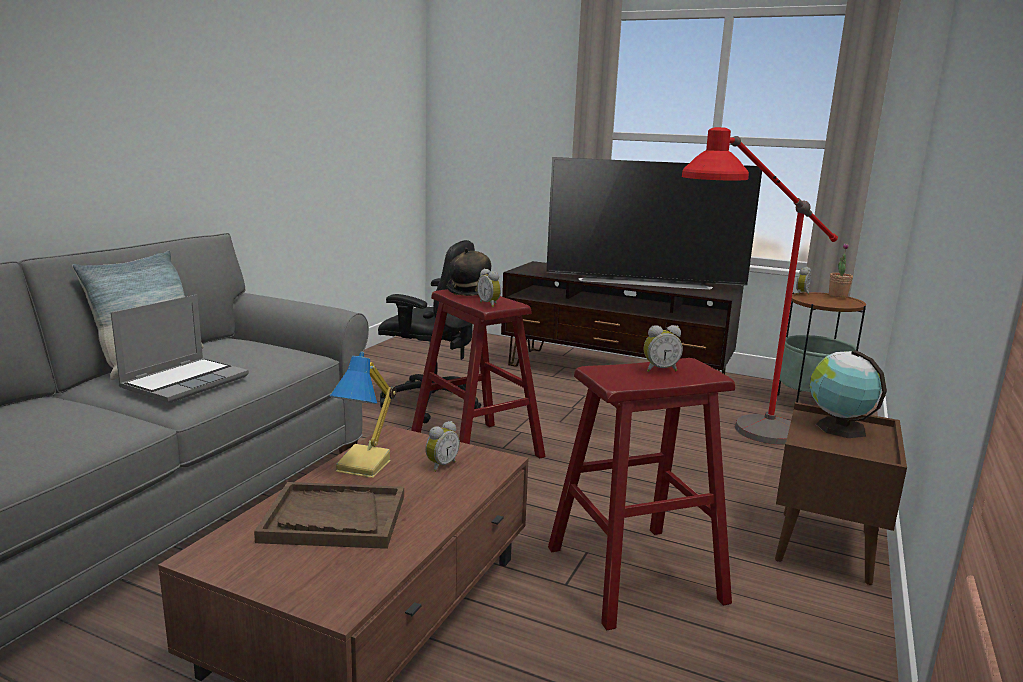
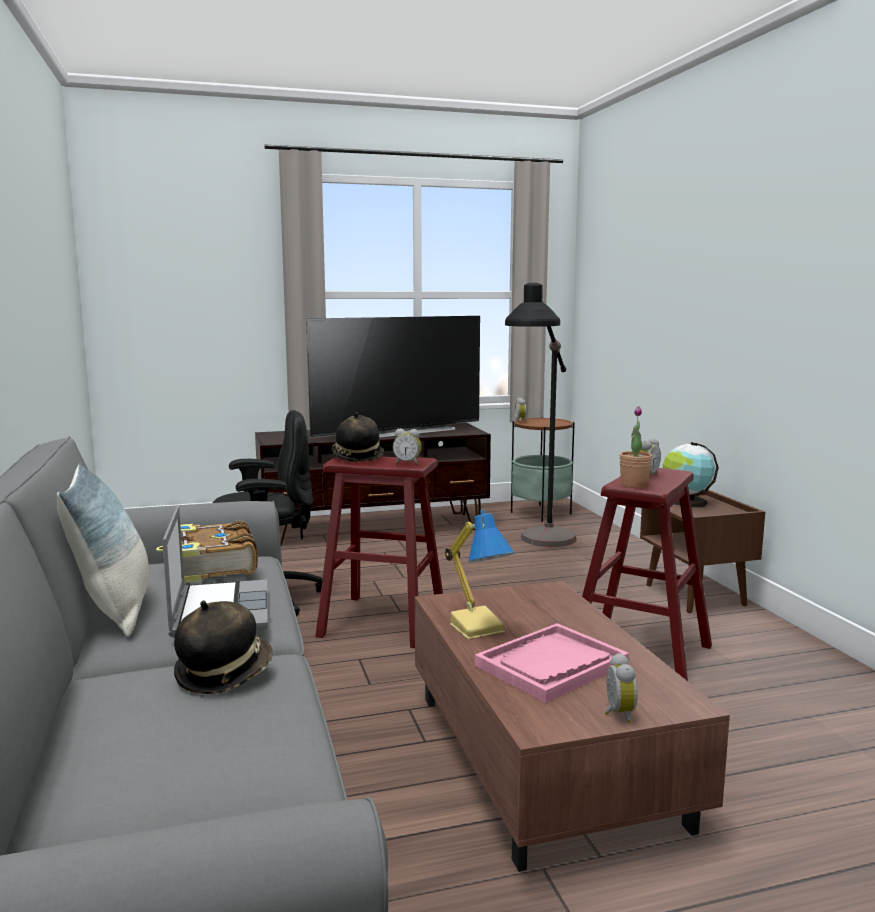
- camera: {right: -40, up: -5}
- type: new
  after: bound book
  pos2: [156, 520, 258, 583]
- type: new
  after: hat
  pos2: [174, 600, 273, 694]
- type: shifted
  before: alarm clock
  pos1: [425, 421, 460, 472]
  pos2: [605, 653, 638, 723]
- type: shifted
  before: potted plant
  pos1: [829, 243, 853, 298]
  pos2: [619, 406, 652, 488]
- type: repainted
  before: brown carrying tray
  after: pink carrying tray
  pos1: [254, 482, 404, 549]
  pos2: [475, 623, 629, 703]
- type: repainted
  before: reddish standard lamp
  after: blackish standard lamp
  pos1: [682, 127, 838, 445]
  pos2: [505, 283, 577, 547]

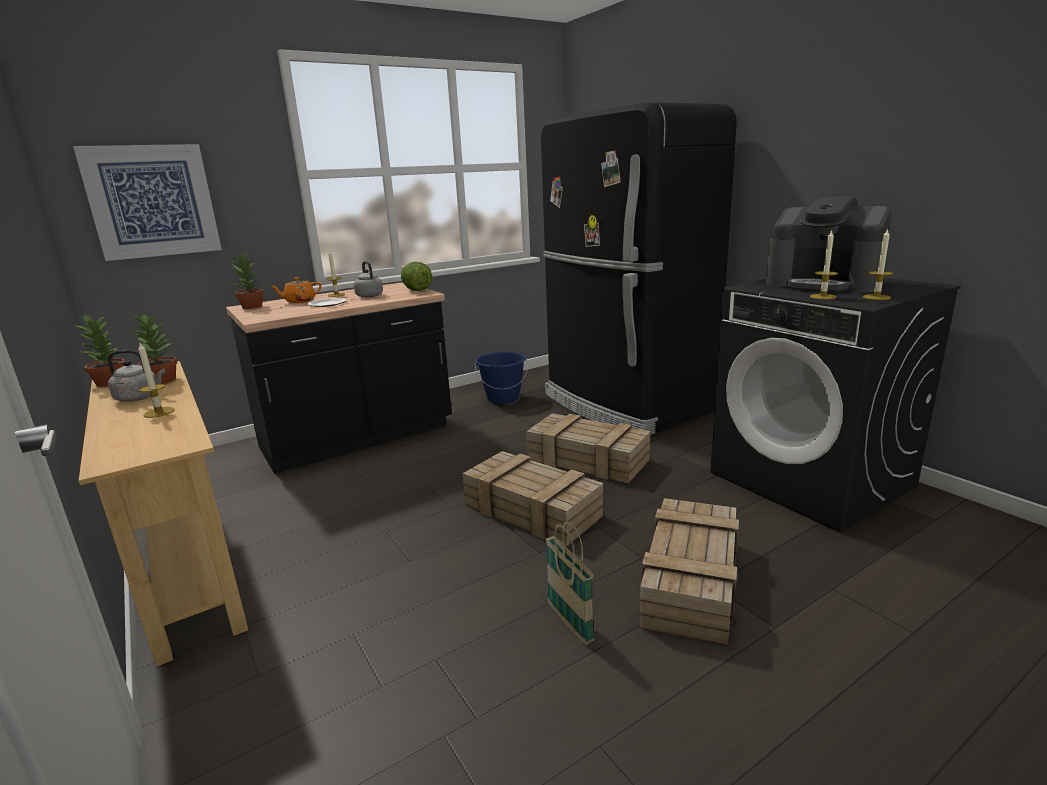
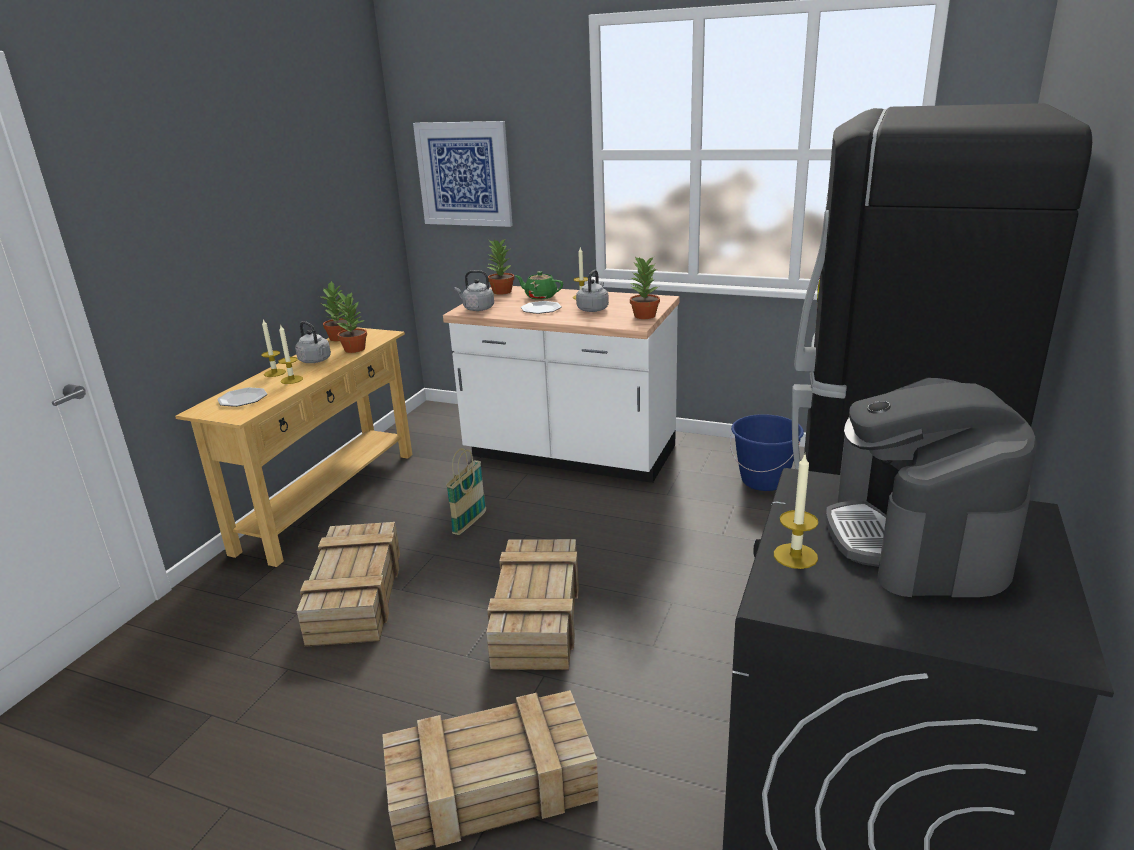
- camera: {right: 55, up: 5}
- type: new
  after: plate
  pos2: [217, 387, 267, 407]
- type: new
  after: greyish tea kettle
  pos2: [455, 270, 494, 311]
- type: shifted
  before: packing crate
  pos1: [526, 413, 650, 483]
  pos2: [297, 522, 400, 647]
- type: shifted
  before: basket
  pos1: [546, 521, 594, 644]
  pos2: [446, 448, 486, 535]
- type: shifted
  before: candle
  pos1: [863, 228, 893, 300]
  pos2: [261, 319, 286, 377]
- type: swapped
  before: lettuce head
  after: potted plant
  pos1: [401, 262, 432, 291]
  pos2: [630, 257, 660, 319]
- type: repainted
  before: blackish counter
  after: white counter
  pos1: [226, 282, 452, 474]
  pos2: [443, 286, 679, 483]
- type: repainted
  before: orange teapot
  after: greenish teapot
  pos1: [271, 277, 322, 303]
  pos2: [515, 271, 563, 299]

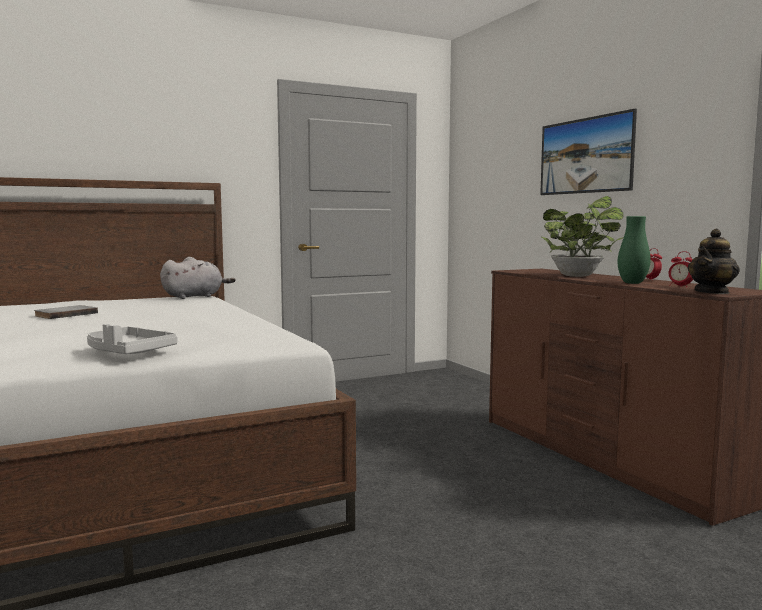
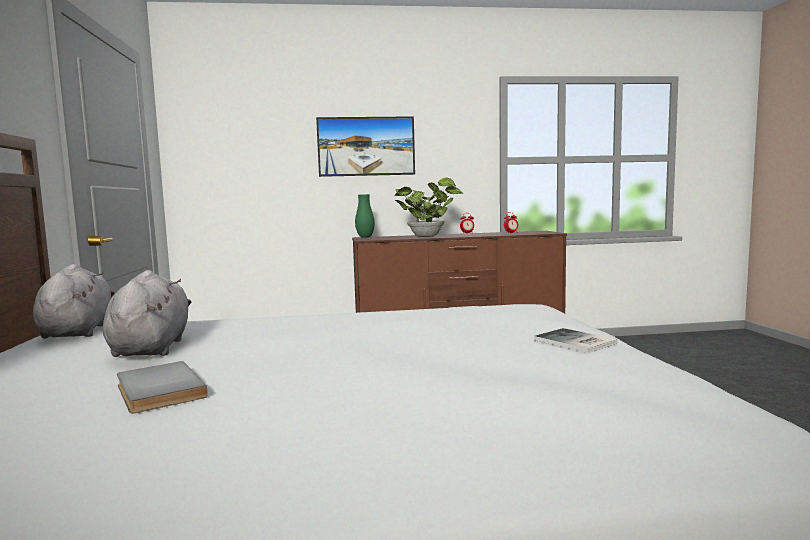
- camera: {right: -70, up: 0}
- type: gone
  before: teapot
  pos1: [688, 229, 740, 294]
- type: new
  after: greyish soft toy
  pos2: [103, 270, 191, 357]
- type: shifted
  before: greenish flower vase
  pos1: [618, 216, 651, 284]
  pos2: [355, 194, 375, 238]
- type: swapped
  before: greyish carrying tray
  after: bound book
  pos1: [87, 324, 178, 354]
  pos2: [534, 328, 617, 353]

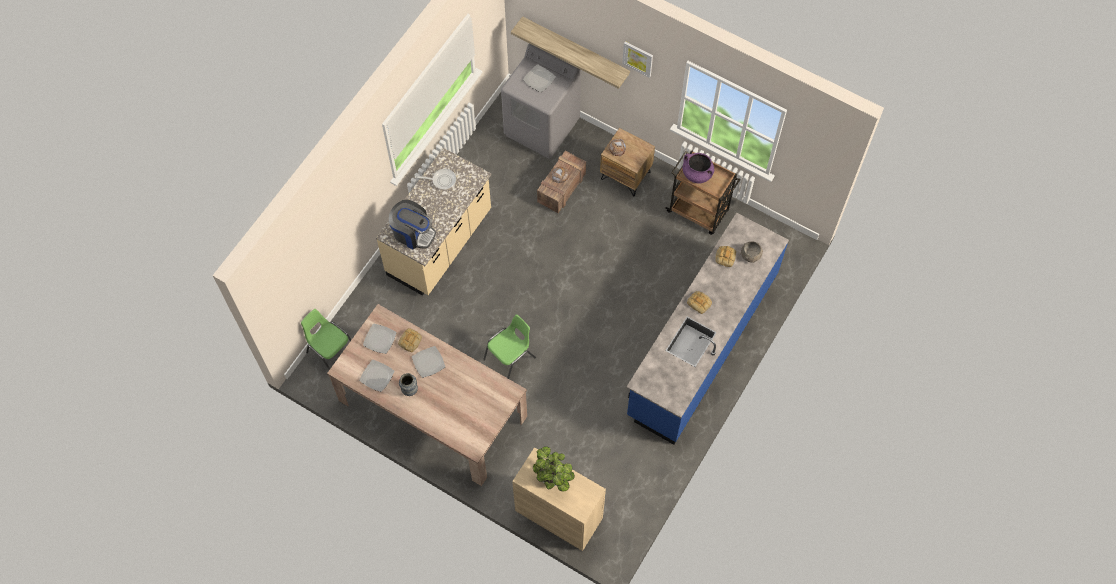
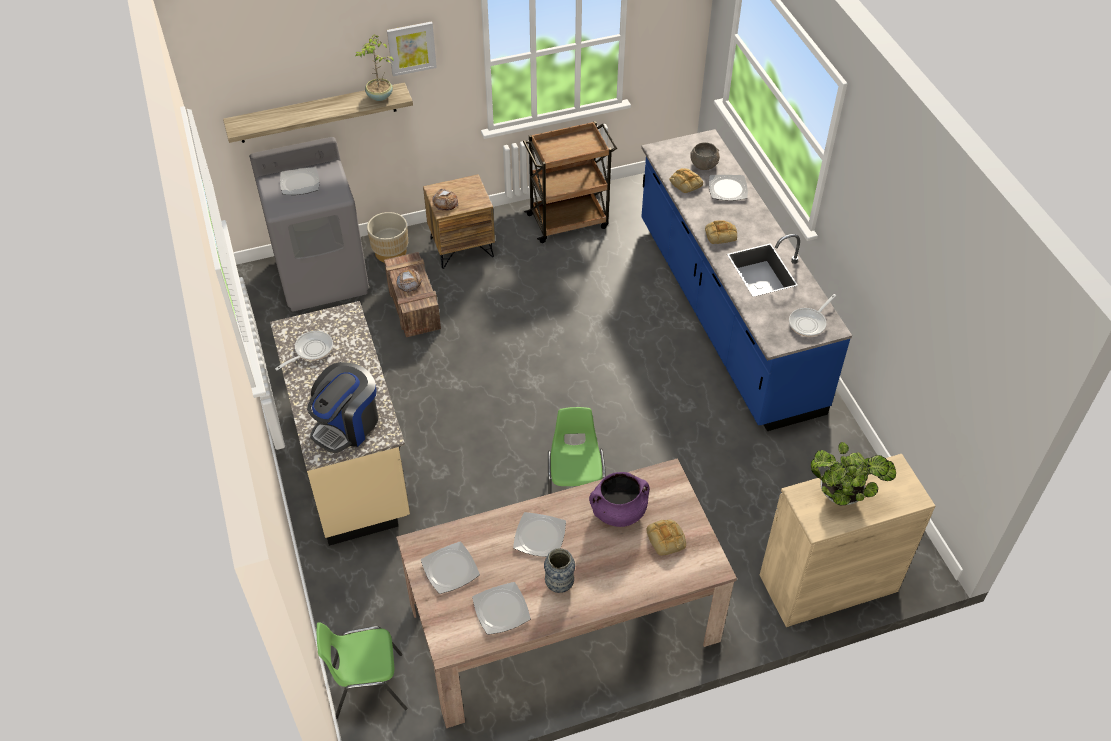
- camera: {right: -50, up: -15}
- type: new
  after: potted plant
  pos2: [355, 34, 394, 101]
- type: new
  after: beige planter
  pos2: [367, 212, 408, 262]
- type: new
  after: plate
  pos2: [709, 175, 748, 201]
- type: new
  after: pan
  pos2: [789, 294, 836, 337]
- type: shifted
  before: baked bread
  pos1: [398, 328, 422, 352]
  pos2: [646, 519, 686, 555]
- type: shifted
  before: purple-coloured stockpot
  pos1: [683, 153, 714, 183]
  pos2: [589, 472, 649, 527]
- type: rotated
  before: coffee maker
  pos1: [389, 199, 436, 250]
  pos2: [307, 362, 378, 453]
  turn: 150

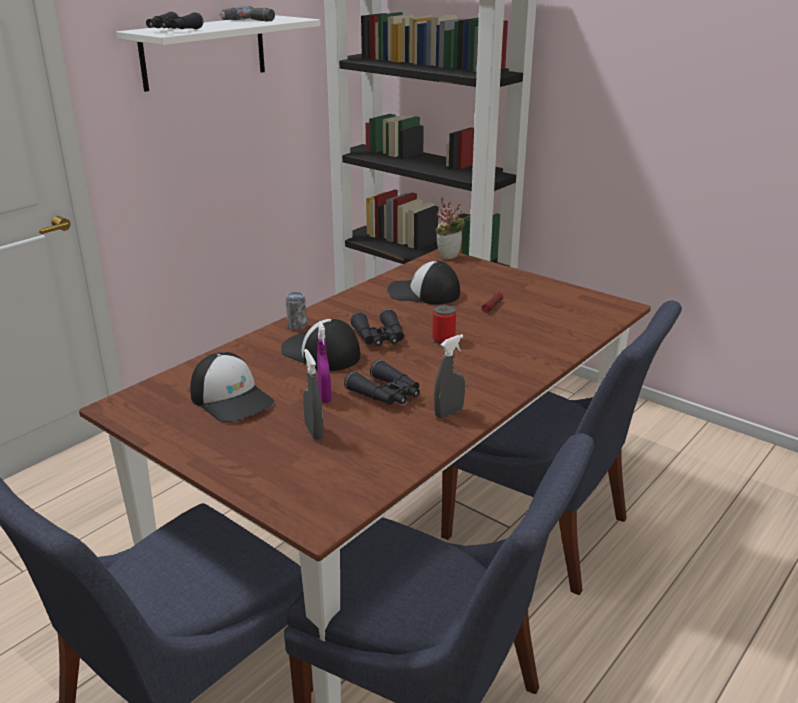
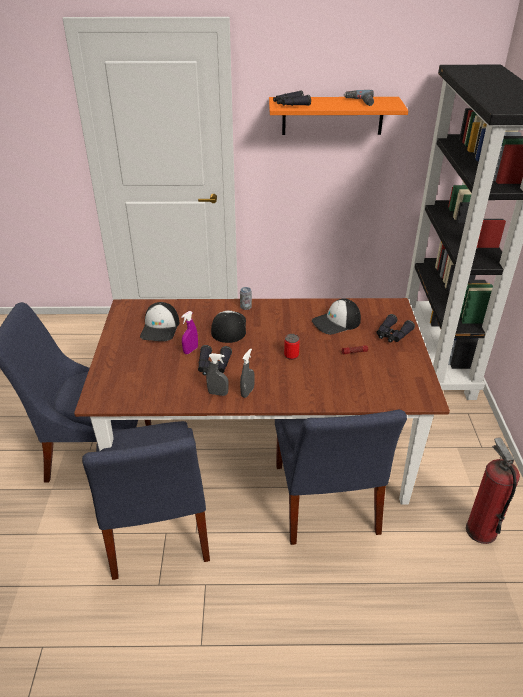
- camera: {right: 50, up: 10}
- type: gone
  before: potted plant
  pos1: [435, 197, 465, 259]
- type: new
  after: extinguisher
  pos2: [466, 438, 520, 544]
- type: shifted
  before: greyish spray bottle
  pos1: [303, 349, 324, 440]
  pos2: [240, 348, 255, 398]
- type: shifted
  before: blackish pair of binoculars
  pos1: [350, 309, 404, 346]
  pos2: [377, 314, 415, 342]
- type: repainted
  before: white bracket shelf
  after: orange bracket shelf
  pos1: [116, 15, 321, 92]
  pos2: [269, 97, 408, 135]
- type: rotated
  before: peaked cap
  pos1: [387, 261, 460, 304]
  pos2: [312, 298, 361, 335]
  turn: -90

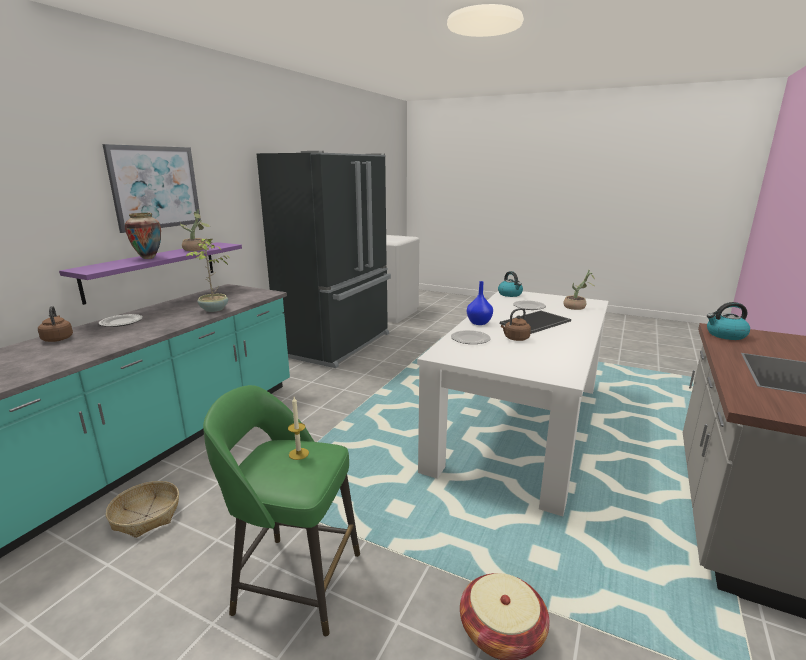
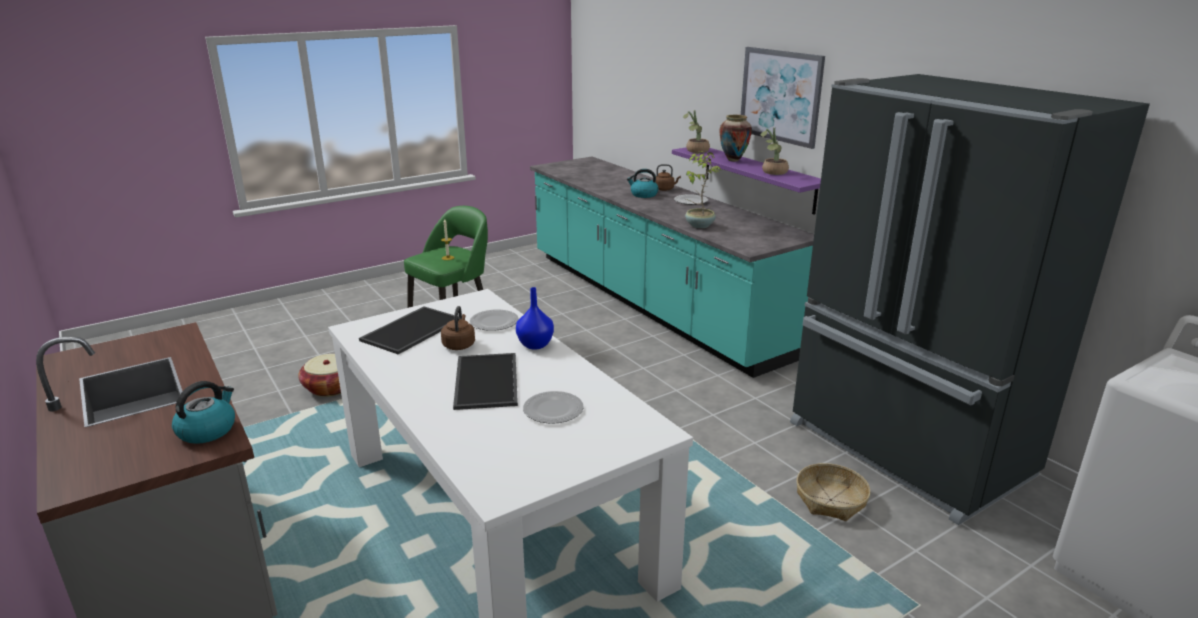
- camera: {right: 120, up: 5}
- type: new
  after: carrying tray
  pos2: [359, 306, 459, 354]
- type: shifted
  before: basket
  pos1: [106, 481, 179, 538]
  pos2: [797, 463, 870, 521]
- type: shifted
  before: tea kettle
  pos1: [498, 271, 523, 297]
  pos2: [627, 169, 658, 198]
- type: shifted
  before: potted plant
  pos1: [563, 270, 595, 310]
  pos2: [683, 110, 710, 153]

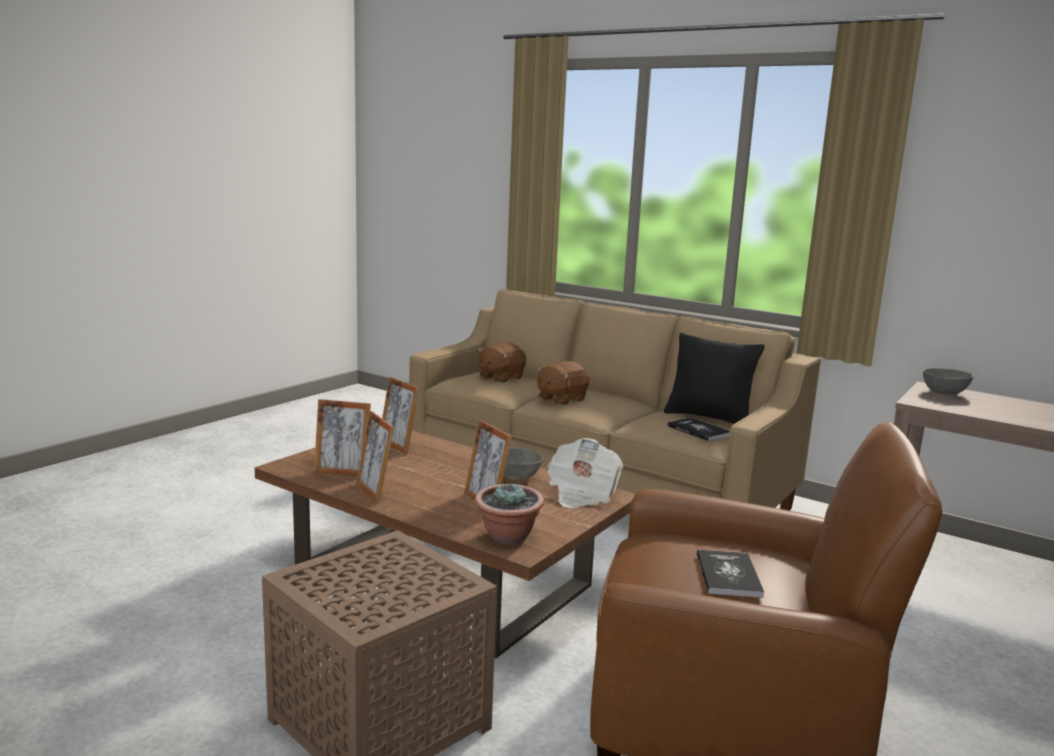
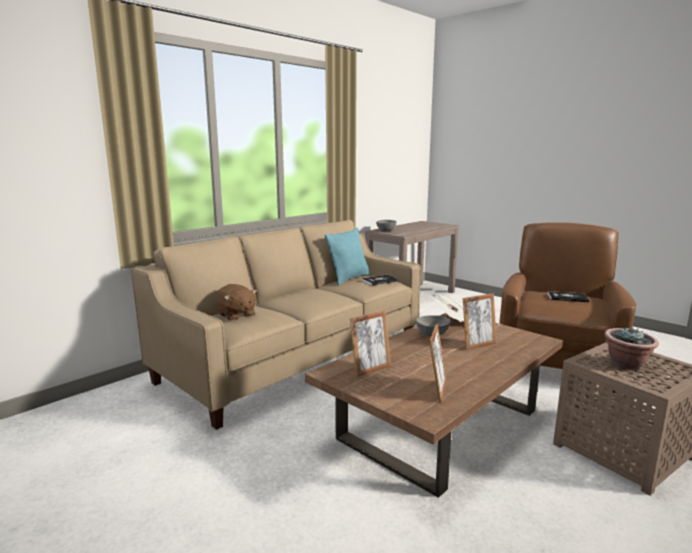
- camera: {right: -80, up: 0}
- type: gone
  before: standing frame
  pos1: [357, 411, 394, 503]
- type: gone
  before: brown soft toy
  pos1: [537, 361, 590, 405]
- type: shifted
  before: potted plant
  pos1: [475, 483, 544, 545]
  pos2: [604, 327, 659, 369]
- type: repainted
  before: blackish throw pillow
  after: turquoise-coloured throw pillow
  pos1: [664, 333, 765, 424]
  pos2: [325, 228, 371, 285]

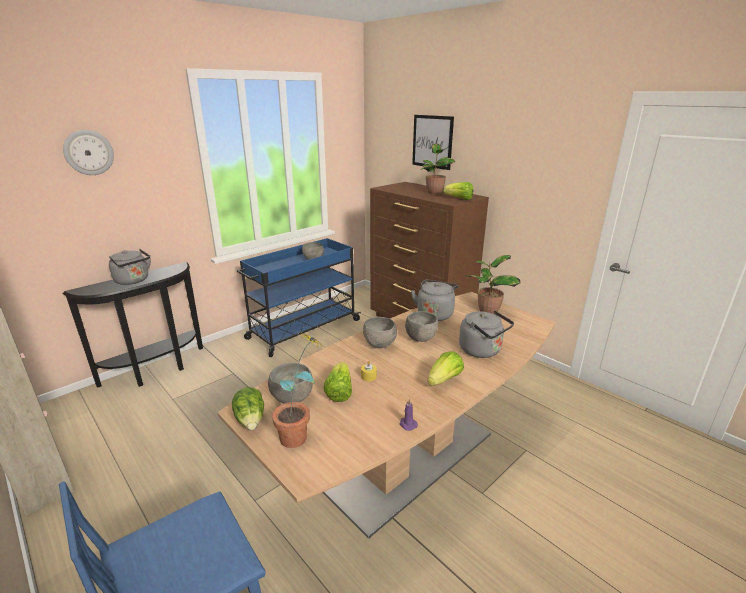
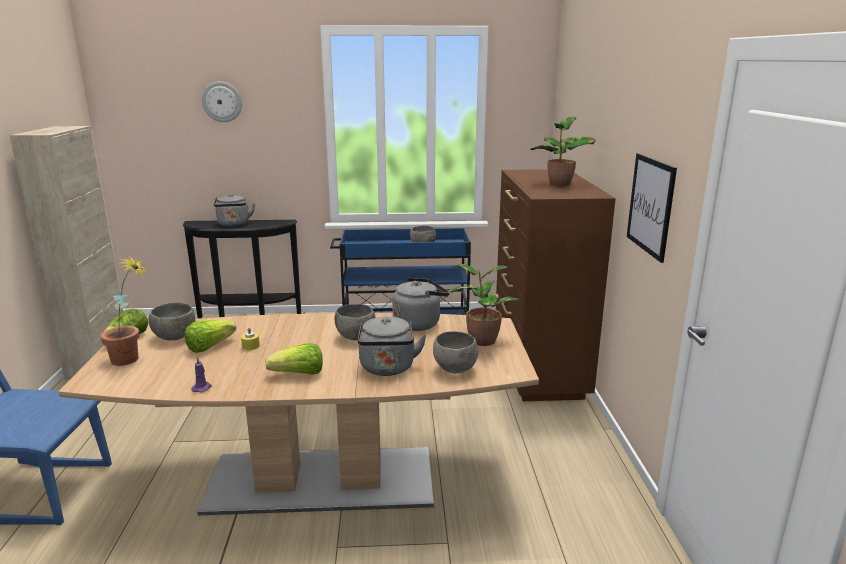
- camera: {right: 40, up: -5}
- type: gone
  before: lettuce head
  pos1: [443, 182, 474, 200]
- type: shifted
  before: greyish deep dish
  pos1: [363, 317, 397, 348]
  pos2: [433, 331, 478, 373]
- type: shifted
  before: wall art
  pos1: [412, 115, 454, 170]
  pos2: [627, 153, 677, 263]

